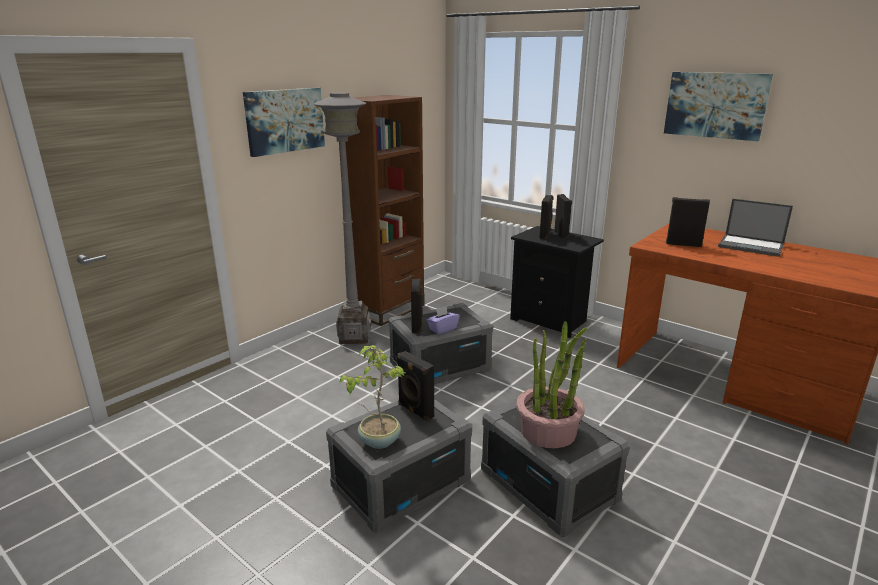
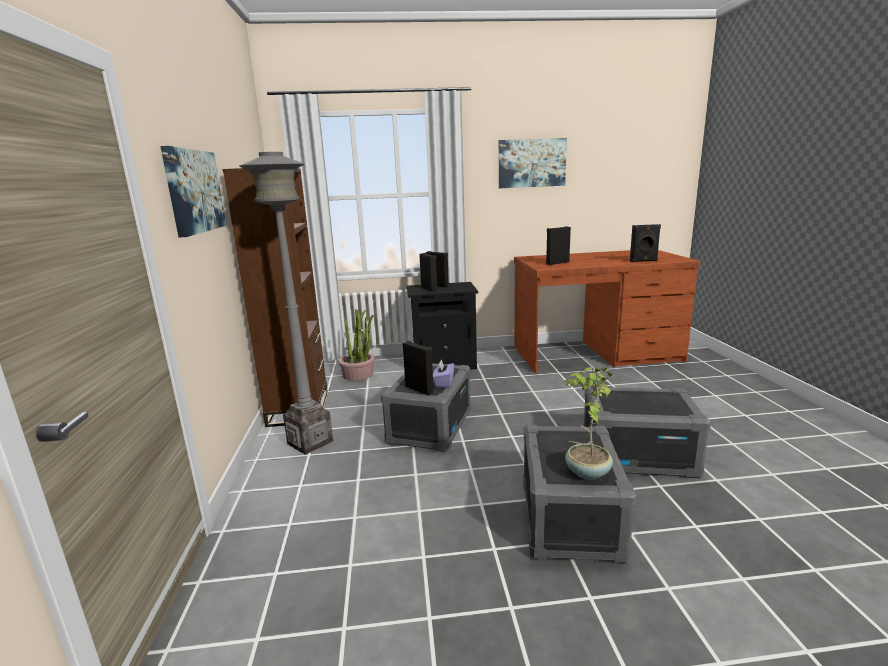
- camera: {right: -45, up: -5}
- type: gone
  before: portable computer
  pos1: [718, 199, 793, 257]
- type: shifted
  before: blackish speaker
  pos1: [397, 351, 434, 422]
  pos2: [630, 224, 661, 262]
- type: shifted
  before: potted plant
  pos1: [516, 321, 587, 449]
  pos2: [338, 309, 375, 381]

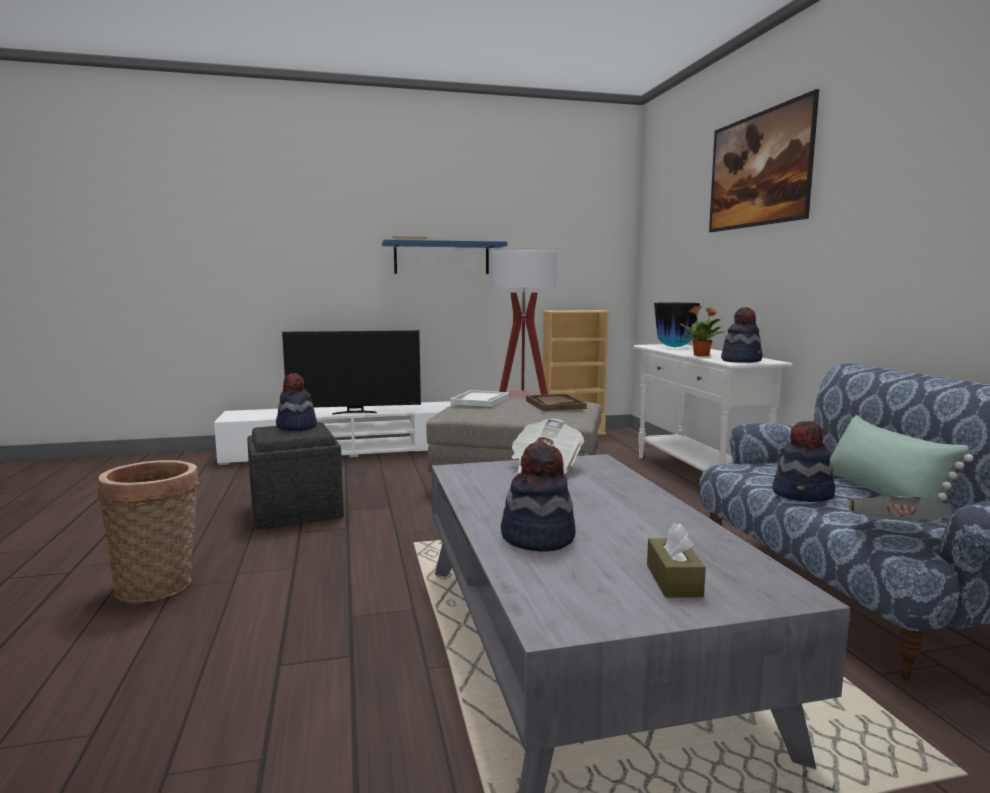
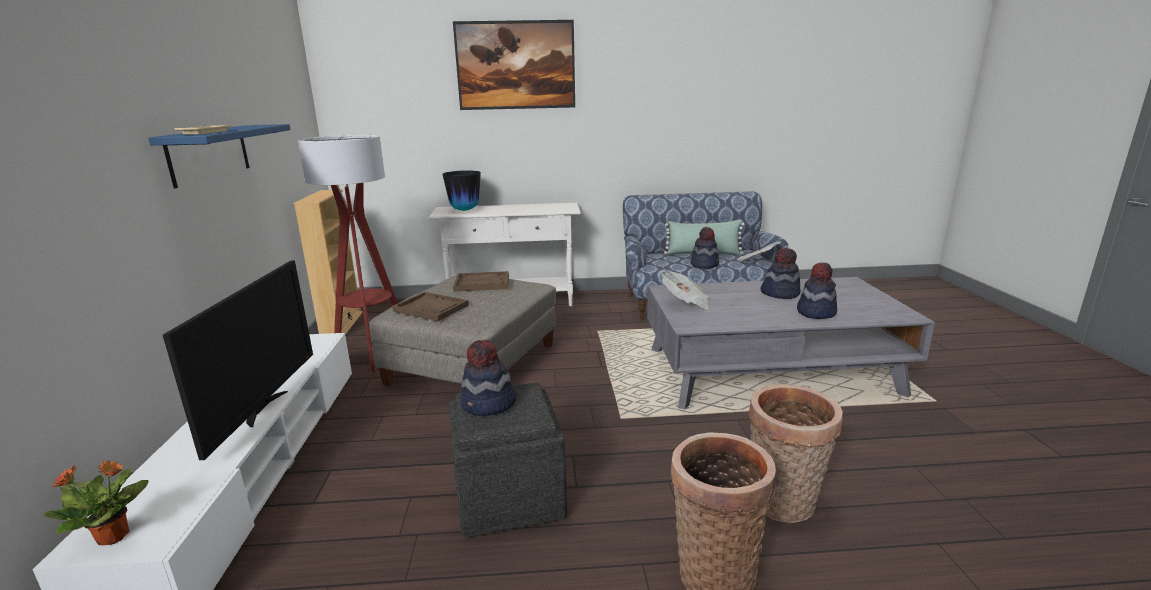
- camera: {right: -80, up: 10}
- type: gone
  before: brown box of tissues
  pos1: [647, 523, 706, 597]
- type: new
  after: basket
  pos2: [748, 384, 843, 523]
- type: shifted
  before: potted plant
  pos1: [680, 306, 726, 356]
  pos2: [43, 460, 149, 545]
- type: shifted
  before: hat
  pos1: [721, 307, 763, 363]
  pos2: [760, 247, 801, 299]
- type: repainted
  before: white carrying tray
  after: brown carrying tray
  pos1: [450, 390, 509, 407]
  pos2: [392, 292, 469, 321]

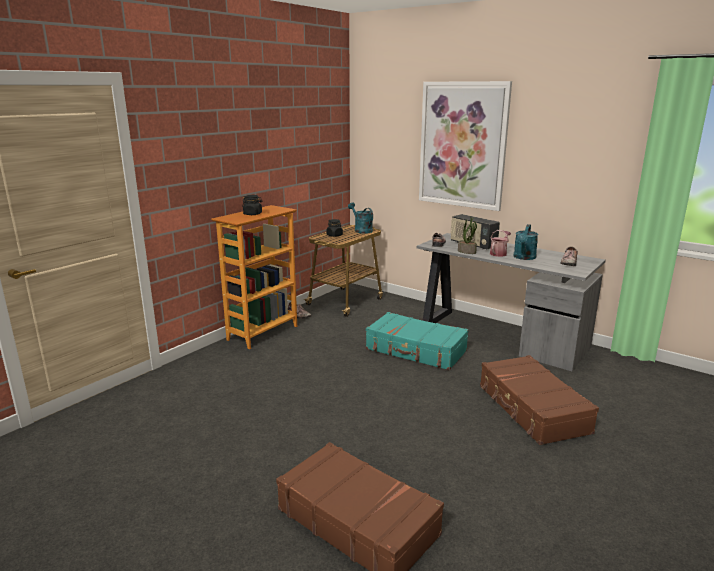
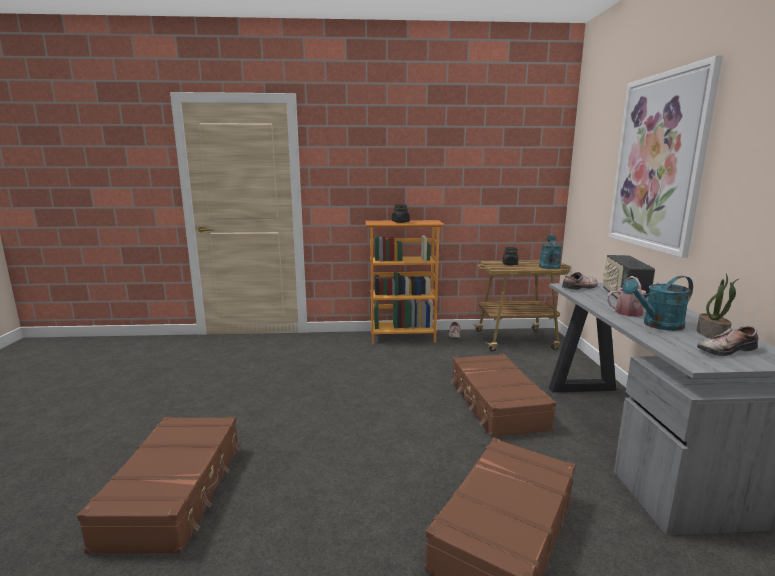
- camera: {right: 50, up: -5}
- type: shifted
  before: potted plant
  pos1: [458, 216, 477, 254]
  pos2: [697, 274, 740, 338]
- type: repainted
  before: turquoise-coloured travel case
  after: brown travel case
  pos1: [366, 312, 469, 370]
  pos2: [451, 354, 556, 437]

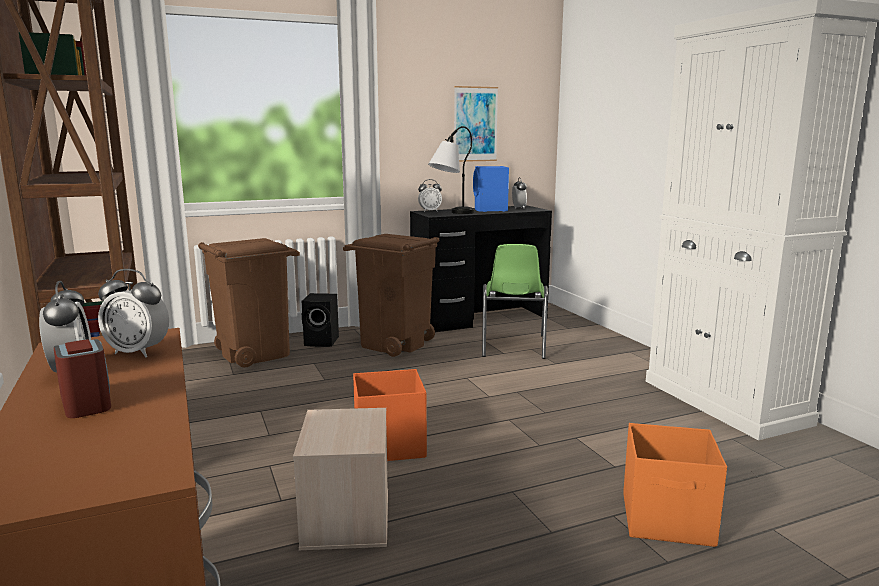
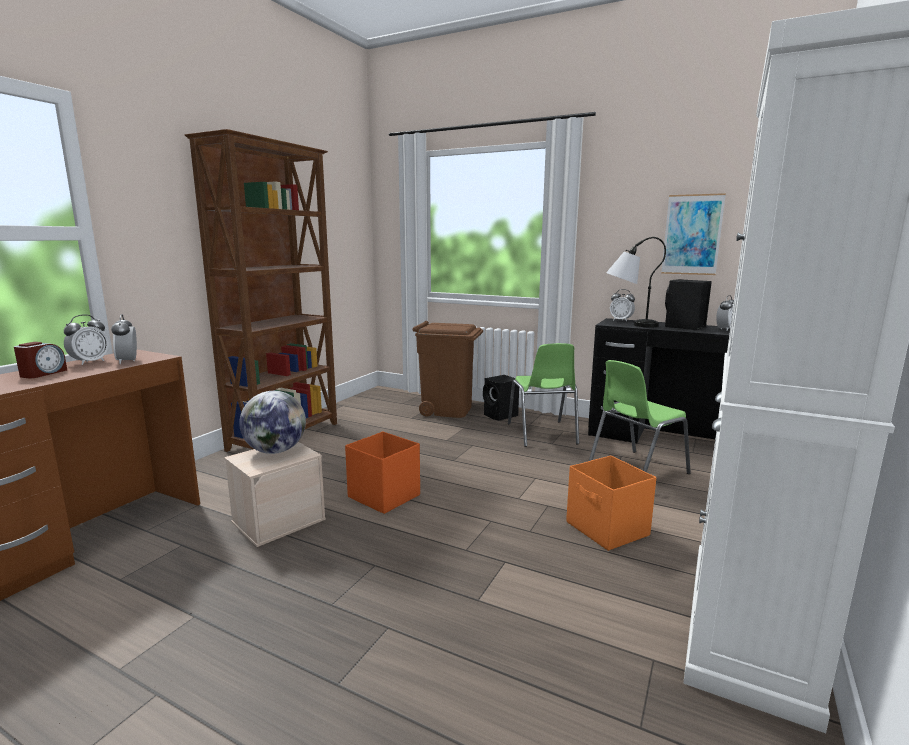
- camera: {right: 50, up: 0}
- type: new
  after: globe
  pos2: [239, 391, 306, 454]
- type: shifted
  before: orange storage container
  pos1: [623, 423, 727, 547]
  pos2: [566, 455, 656, 551]
- type: swapped
  before: brown trash can
  after: greenish chair
  pos1: [343, 234, 439, 357]
  pos2: [508, 343, 579, 447]
- type: repainted
  before: blue-coloured speaker
  after: blackish speaker
  pos1: [473, 166, 509, 212]
  pos2: [665, 279, 712, 330]

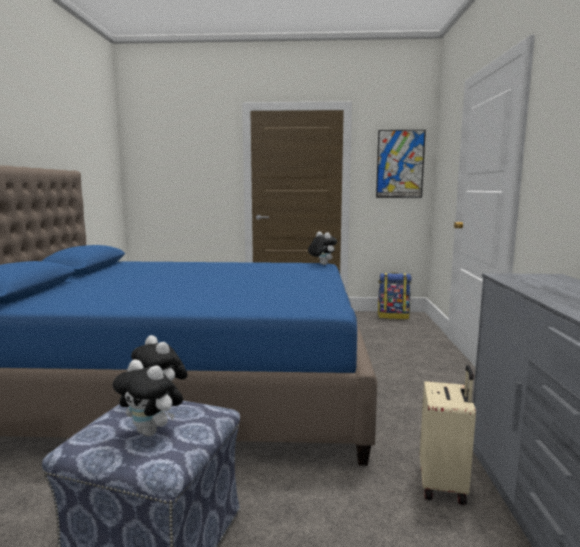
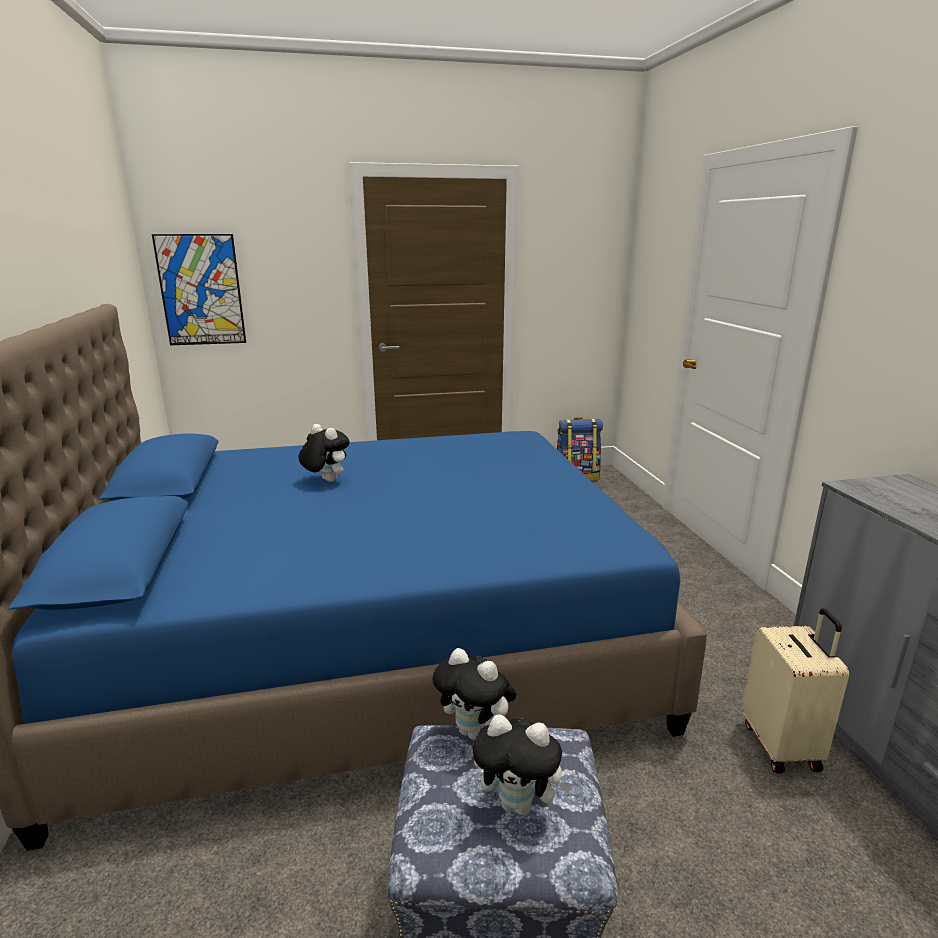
- camera: {right: -15, up: 10}
- type: shifted
  before: soft toy
  pos1: [308, 232, 337, 265]
  pos2: [298, 424, 350, 482]
- type: shifted
  before: wall art
  pos1: [376, 130, 426, 198]
  pos2: [152, 234, 246, 345]

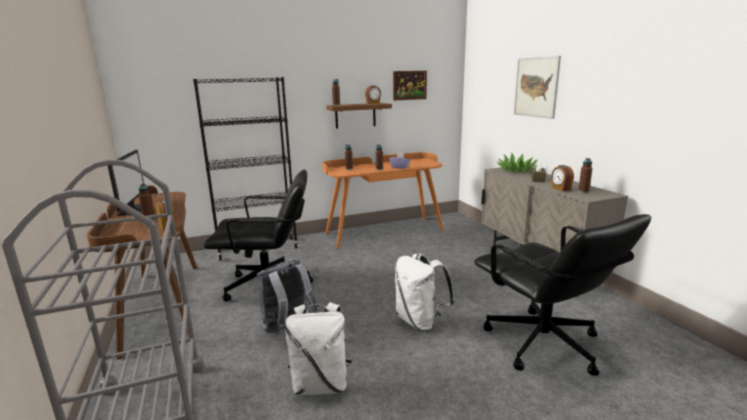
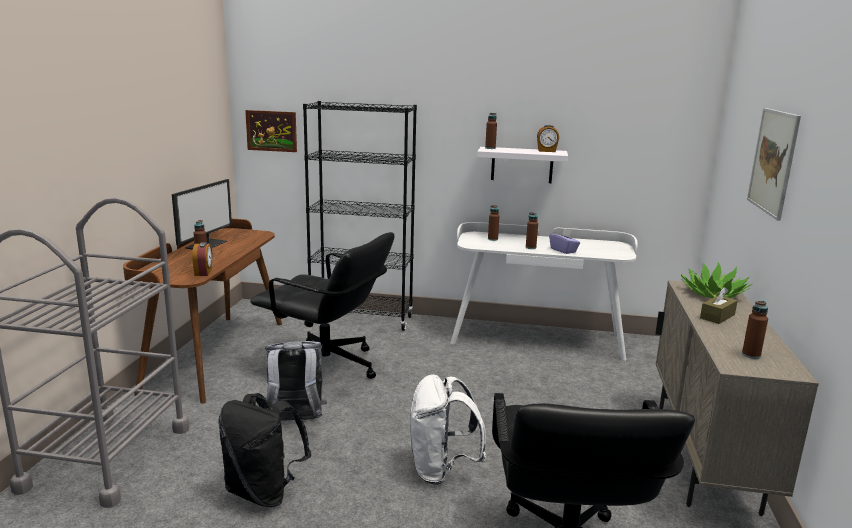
- camera: {right: 30, up: 0}
- type: gone
  before: alarm clock
  pos1: [552, 165, 574, 191]
- type: shifted
  before: wall art
  pos1: [393, 71, 427, 101]
  pos2: [245, 110, 297, 152]
- type: repainted
  before: white backpack
  after: blackish backpack
  pos1: [285, 302, 352, 395]
  pos2: [218, 393, 311, 507]
- type: repainted
  before: orange desk
  after: white desk
  pos1: [322, 152, 444, 248]
  pos2: [451, 222, 638, 361]
- type: repainted
  before: brown bracket shelf
  after: white bracket shelf
  pos1: [326, 103, 392, 129]
  pos2: [477, 147, 568, 183]

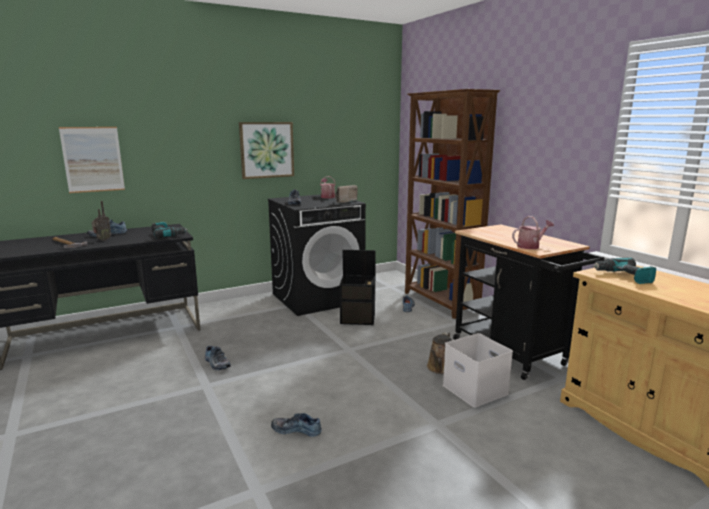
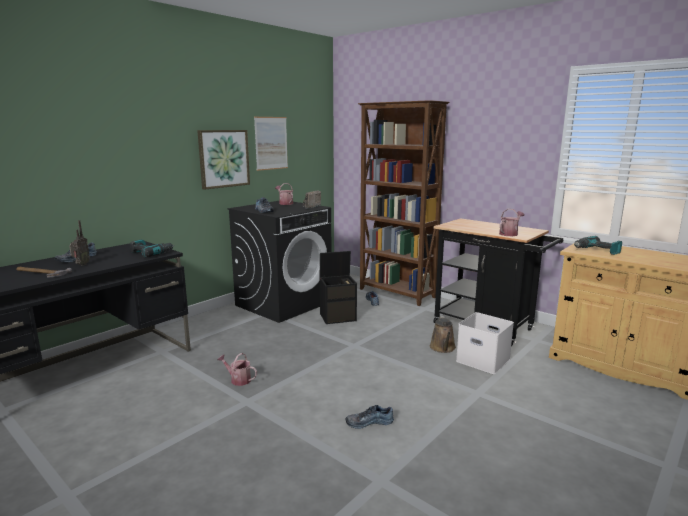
- camera: {right: -20, up: 0}
- type: shifted
  before: wall art
  pos1: [59, 127, 125, 193]
  pos2: [254, 117, 288, 171]
- type: swapped
  before: item of footwear
  after: watering pot
  pos1: [205, 346, 231, 370]
  pos2: [217, 353, 257, 386]

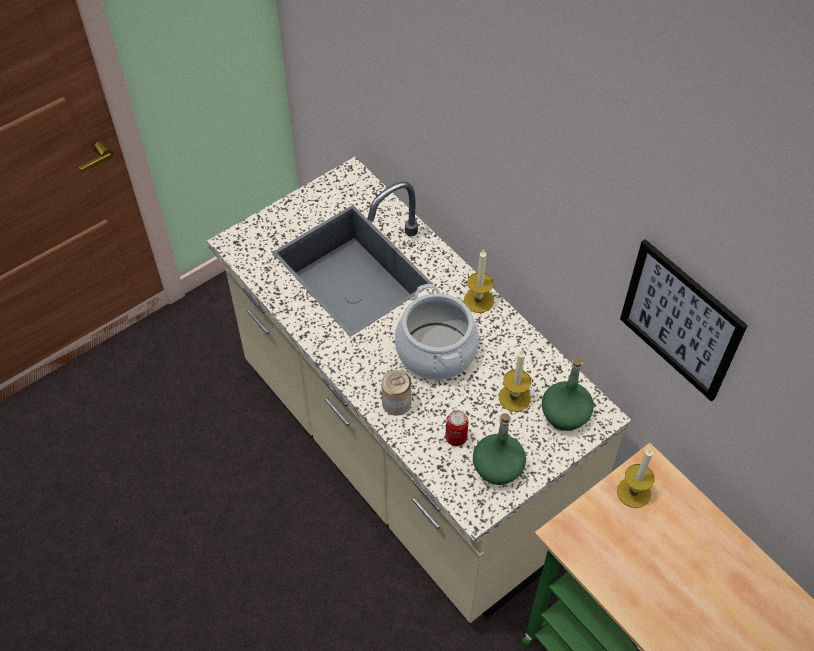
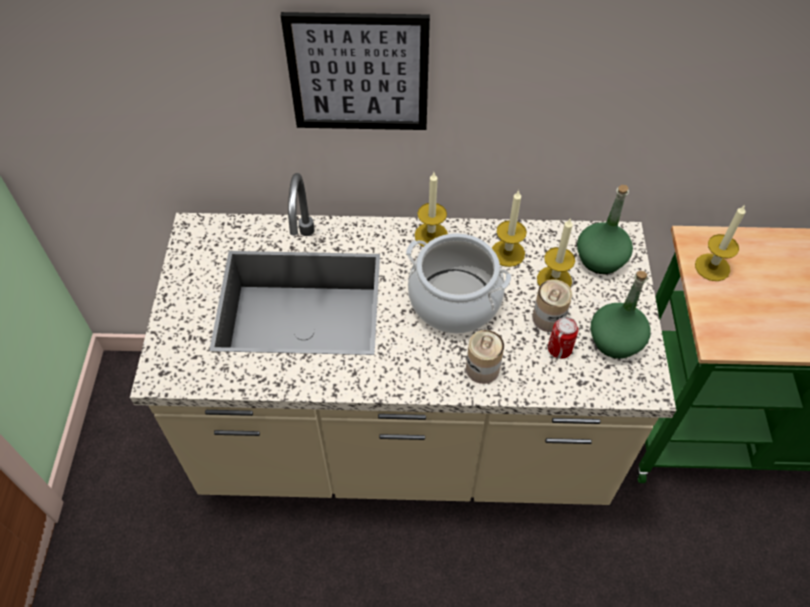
- camera: {right: -50, up: 0}
- type: new
  after: candle
  pos2: [492, 190, 527, 267]
- type: new
  after: can
  pos2: [532, 279, 572, 332]
- type: shifted
  before: wall art
  pos1: [620, 239, 748, 402]
  pos2: [281, 12, 430, 130]

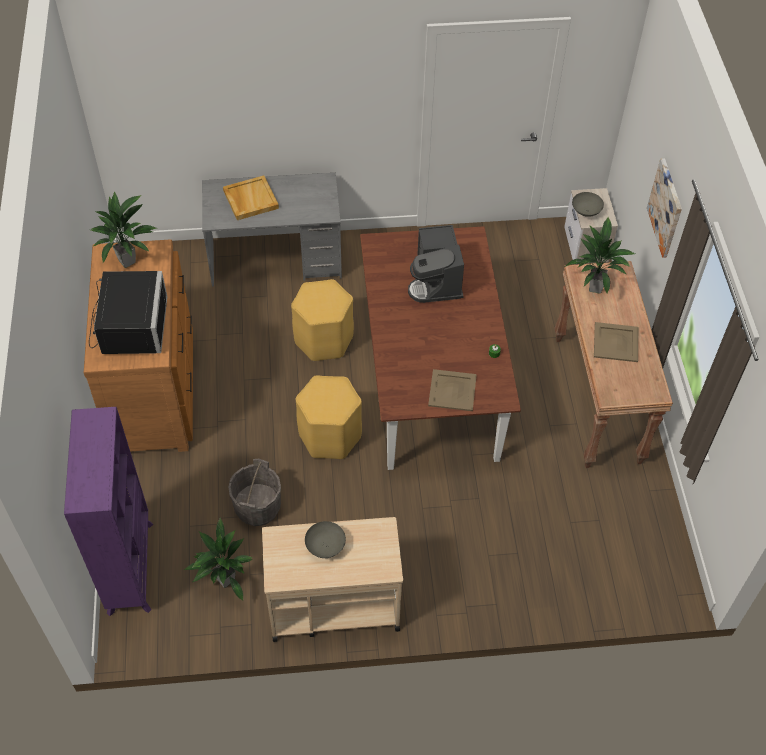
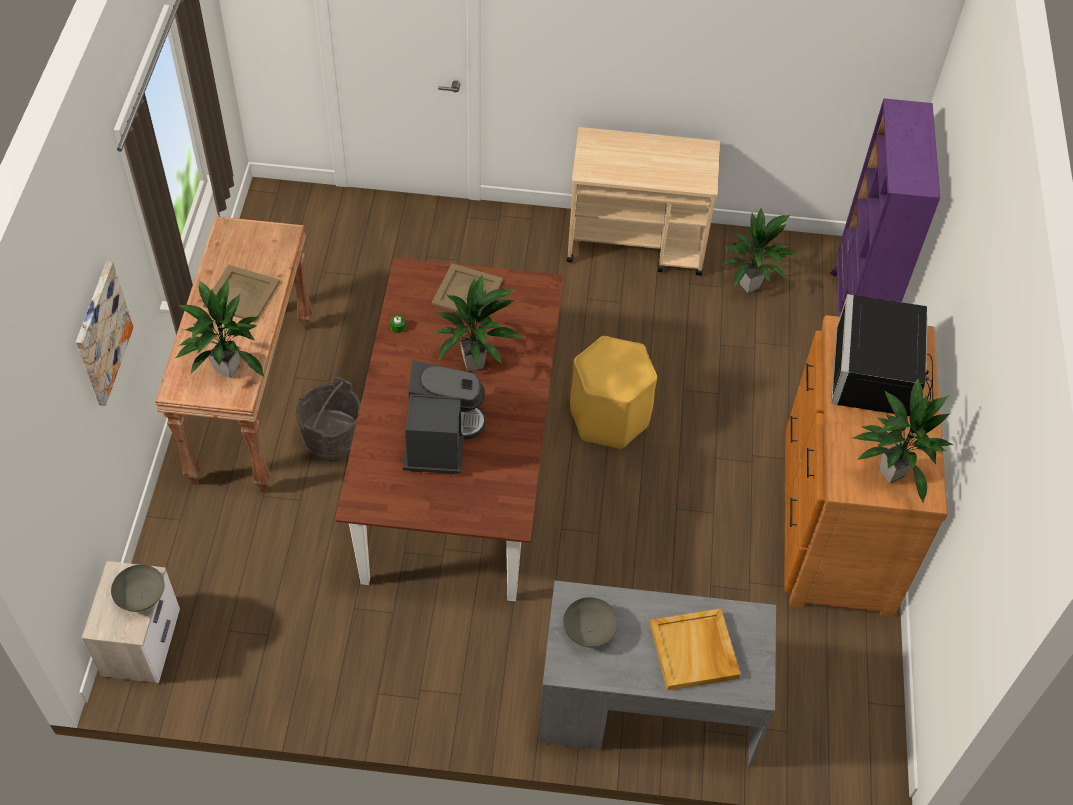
- camera: {right: -170, up: 0}
- type: gone
  before: yellow stool
  pos1: [291, 279, 354, 361]
- type: new
  after: potted plant
  pos2: [435, 274, 522, 371]
- type: shifted
  before: greyish bucket
  pos1: [228, 459, 281, 526]
  pos2: [295, 377, 361, 462]
- type: shifted
  before: greyish deep dish
  pos1: [305, 521, 346, 558]
  pos2: [563, 597, 618, 647]

